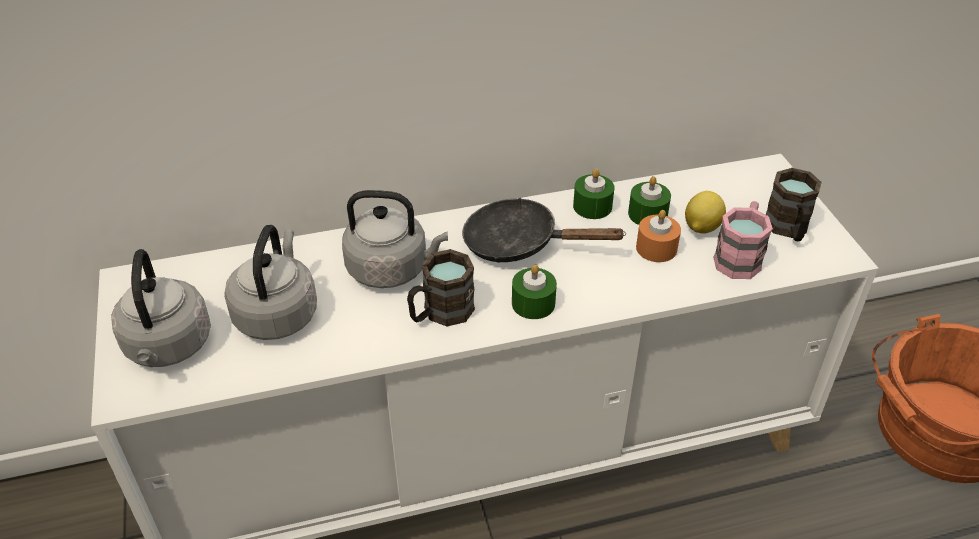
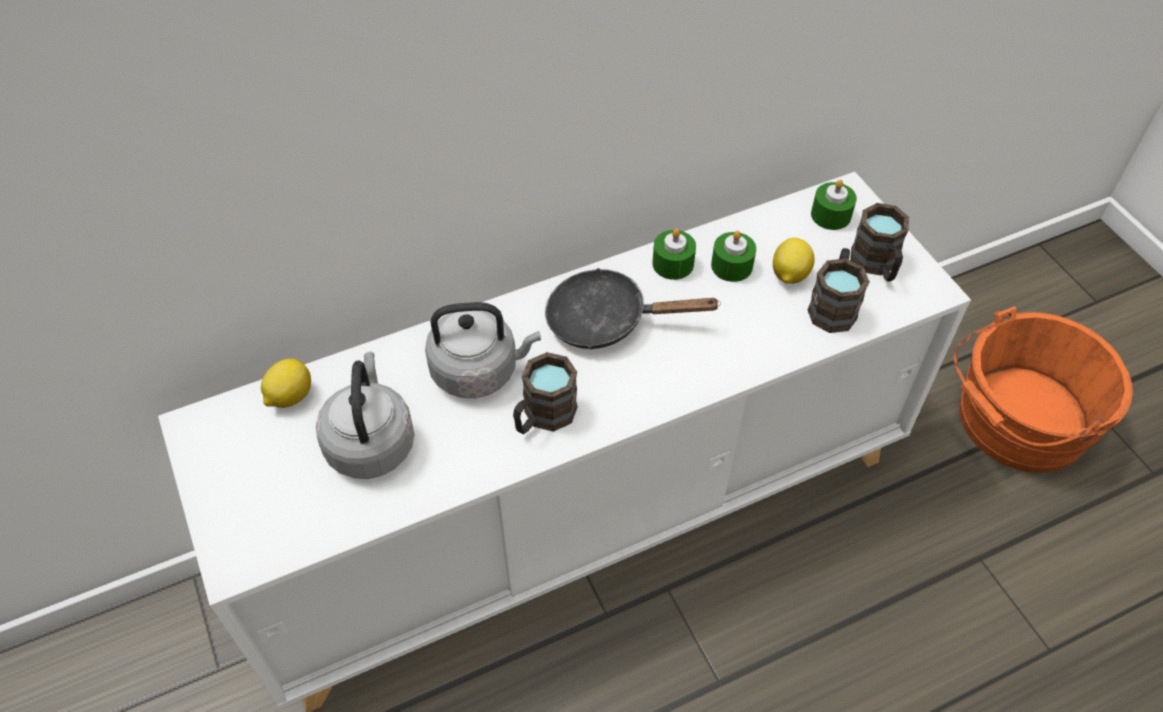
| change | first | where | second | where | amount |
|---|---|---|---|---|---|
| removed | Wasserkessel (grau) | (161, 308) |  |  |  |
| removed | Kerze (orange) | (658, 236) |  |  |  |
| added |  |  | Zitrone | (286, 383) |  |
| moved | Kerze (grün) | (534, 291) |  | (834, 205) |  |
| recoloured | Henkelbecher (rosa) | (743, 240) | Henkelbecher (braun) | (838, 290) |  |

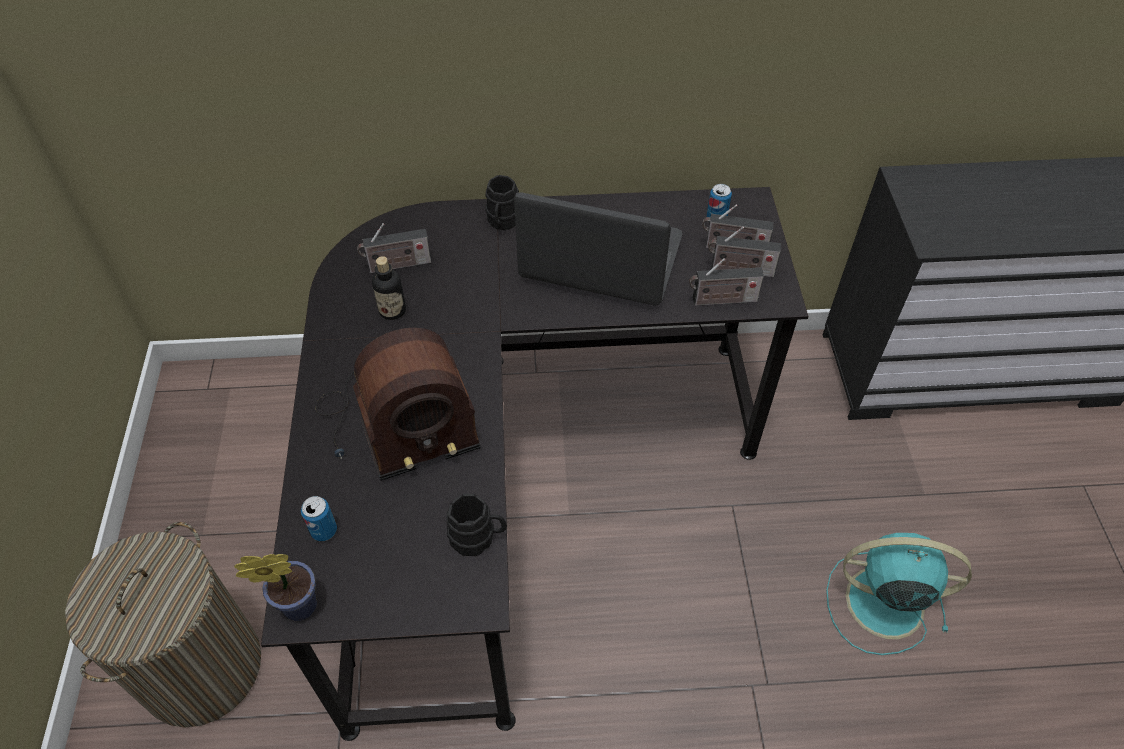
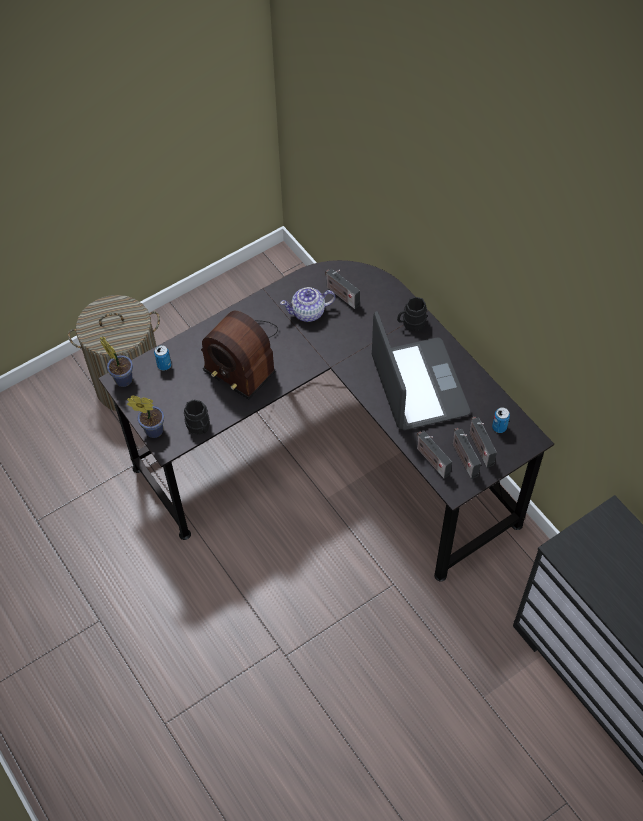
| change | first | where | second | where | amount |
|---|---|---|---|---|---|
| removed | Ventilator (türkis) | (899, 594) |  |  |  |
| added |  |  | Topfpflanze | (145, 416) |  |
| replaced | Flasche | (389, 288) | Teekanne | (308, 304) |  |

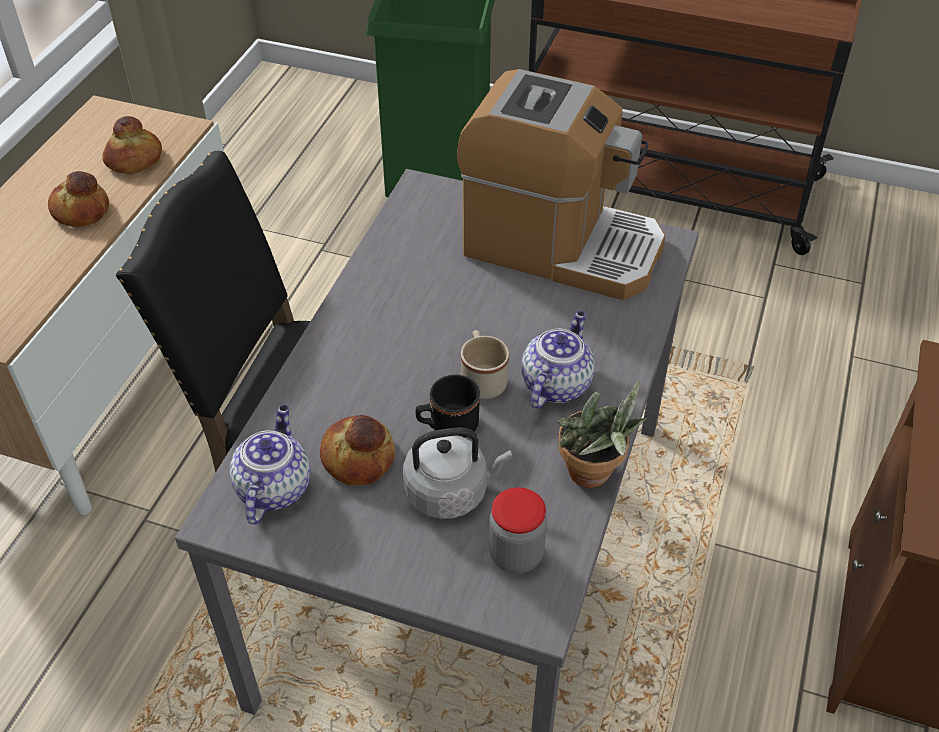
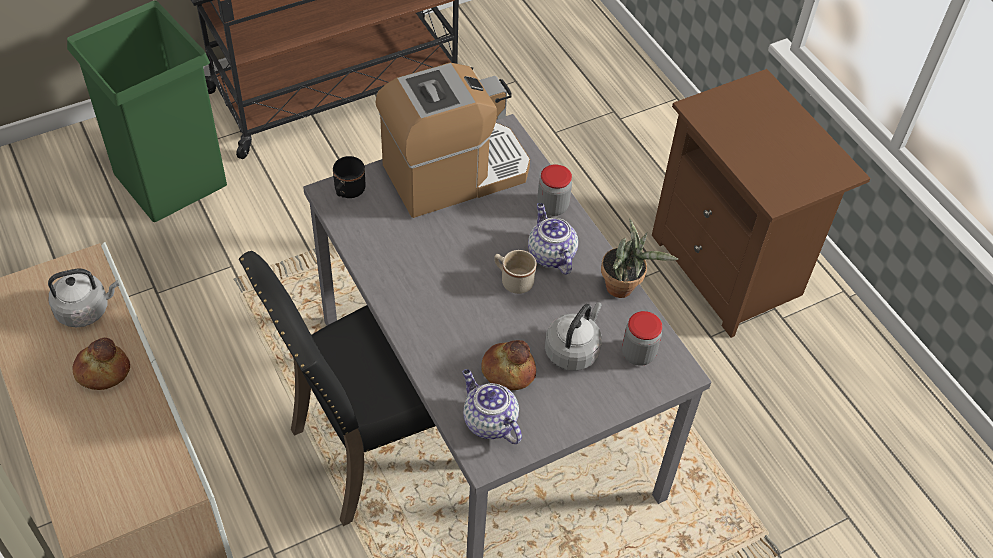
| change | first | where | second | where | amount |
|---|---|---|---|---|---|
| added |  |  | Vorratsglas | (554, 190) |  |
| moved | Henkelbecher (schwarz) | (448, 406) |  | (349, 177) |  |
| replaced | Brot | (132, 145) | Wasserkessel (grau) | (83, 298) |  |

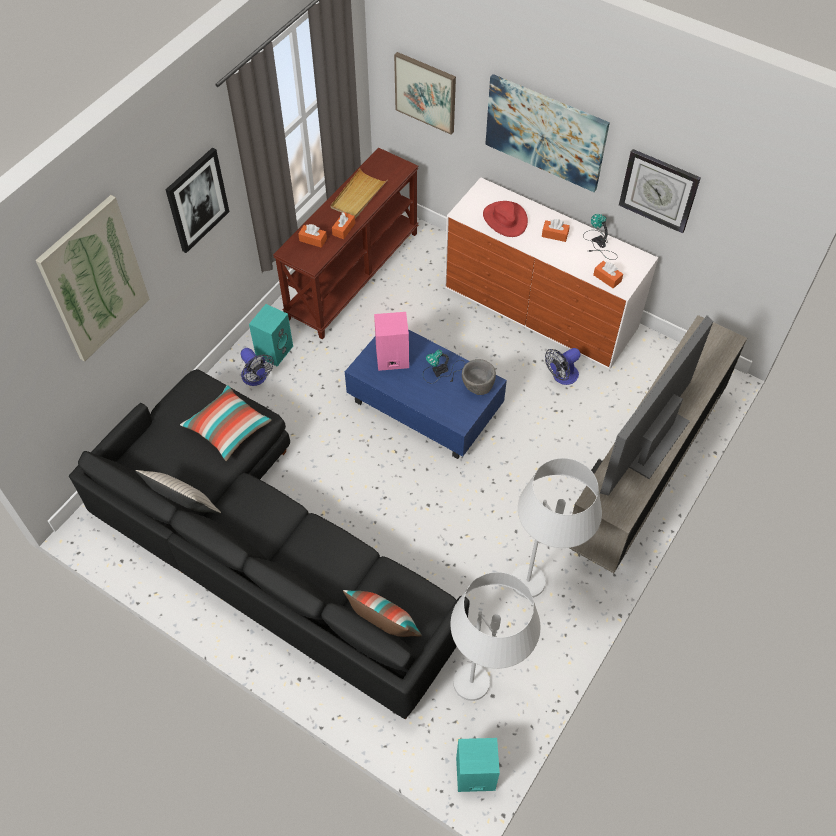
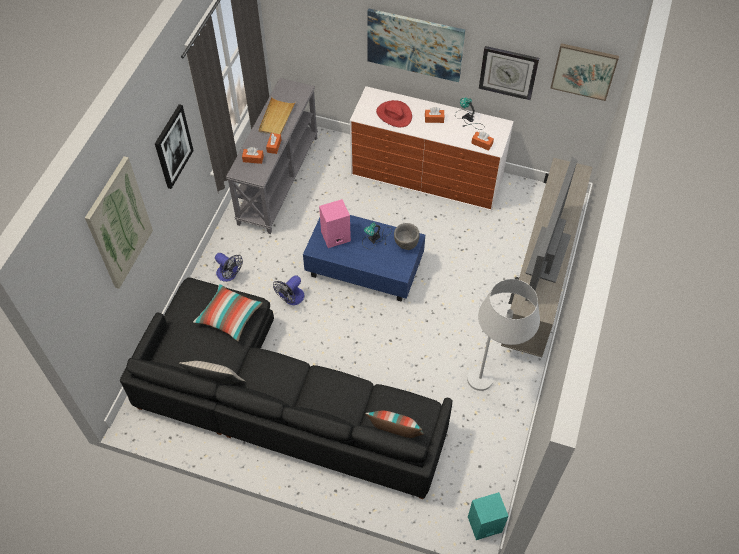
| change | first | where | second | where | amount |
|---|---|---|---|---|---|
| removed | Lautsprecher (türkis) | (271, 335) |  |  |  |
| removed | Stehlampe (weiß) | (496, 636) |  |  |  |
| moved | Bild | (425, 93) |  | (584, 72) |  |
| moved | Ventilator | (563, 366) |  | (288, 290) |  |
| recoloured | Konsolentisch (braun) | (346, 243) | Konsolentisch (grau) | (272, 156) |  |

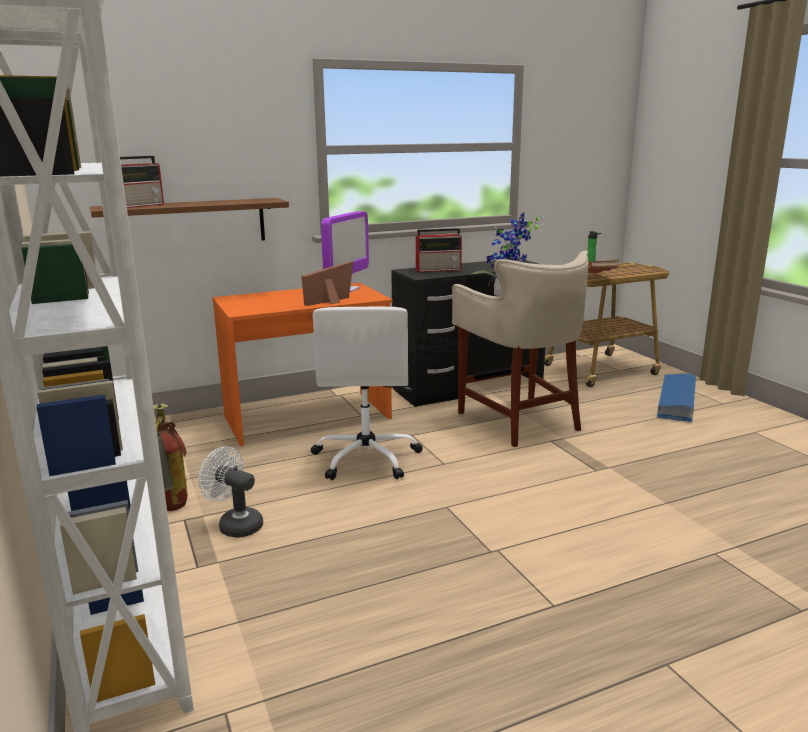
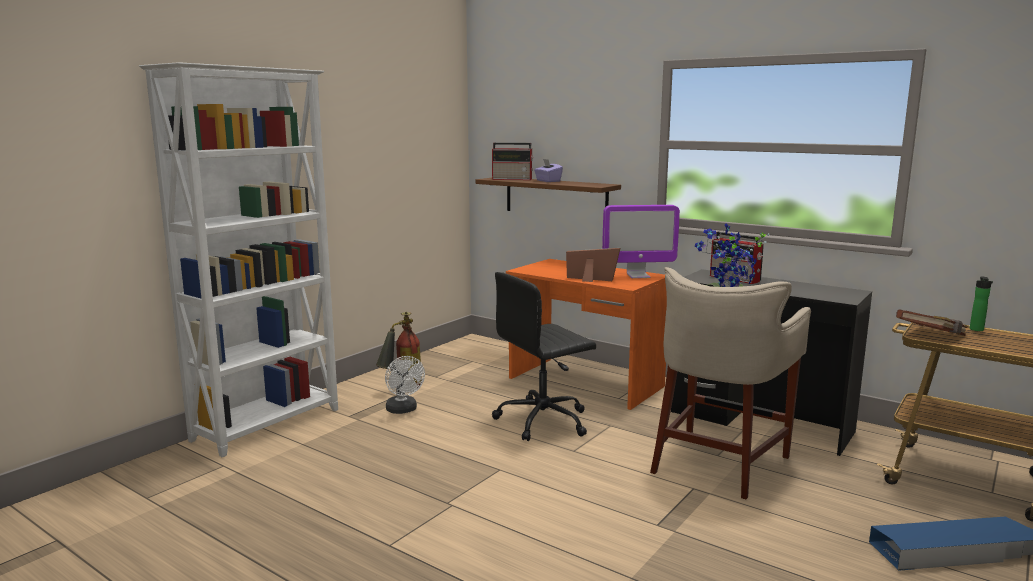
| change | first | where | second | where | amount |
|---|---|---|---|---|---|
| added |  |  | Taschentuchbox (lila) | (548, 170) |  |
| recoloured | Bürostuhl (weiß) | (367, 393) | Bürostuhl (schwarz) | (544, 356) |  |
| turned | Ventilator (weiß) | (230, 492) |  | (405, 385) | 150 degrees clockwise |

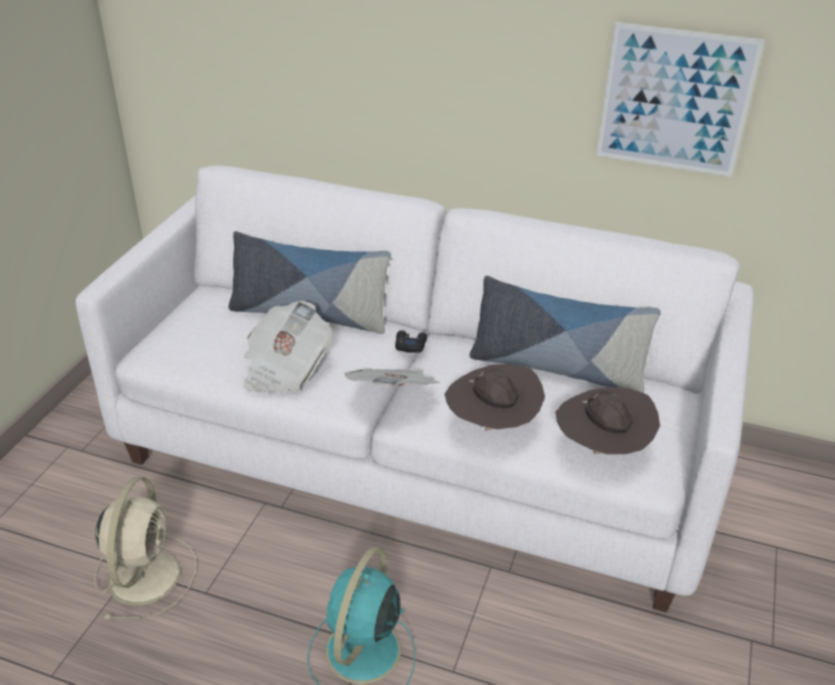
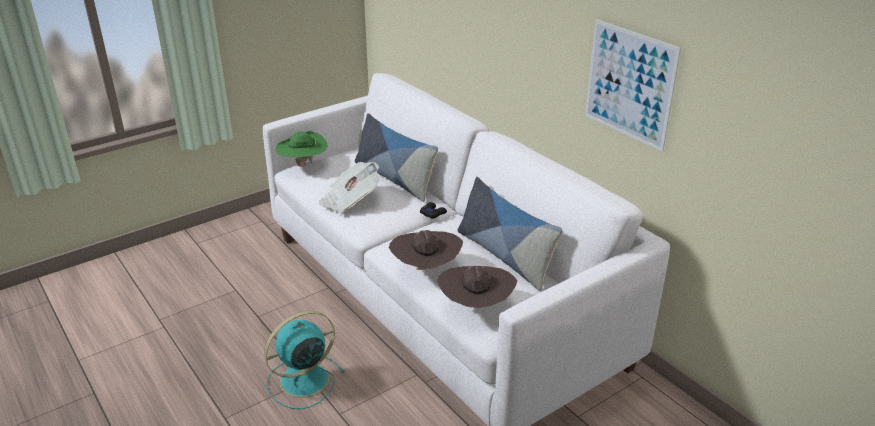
| change | first | where | second | where | amount |
|---|---|---|---|---|---|
| removed | Ventilator (beige) | (145, 548) |  |  |  |
| removed | Zeitung | (392, 377) |  |  |  |
| added |  |  | Hut (grün) | (302, 149) |  |

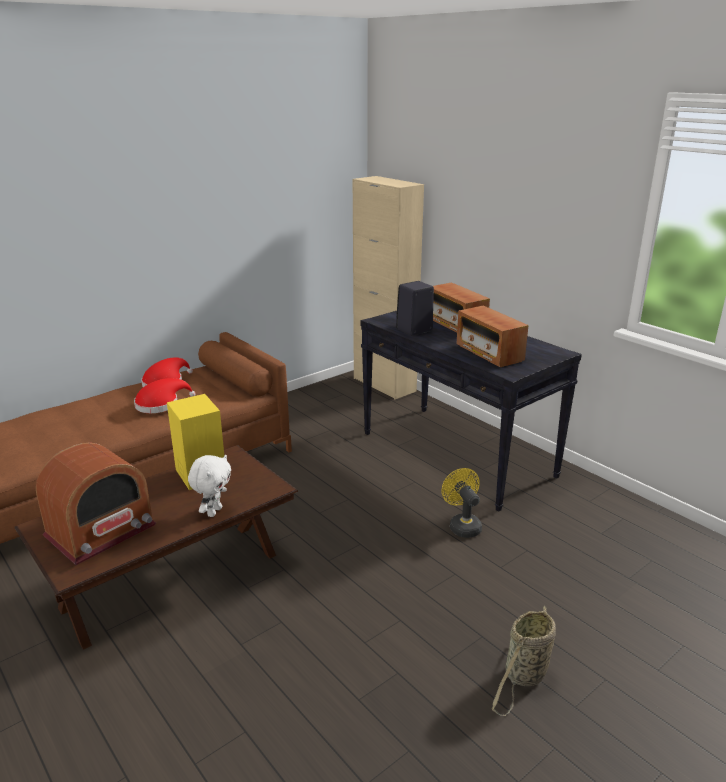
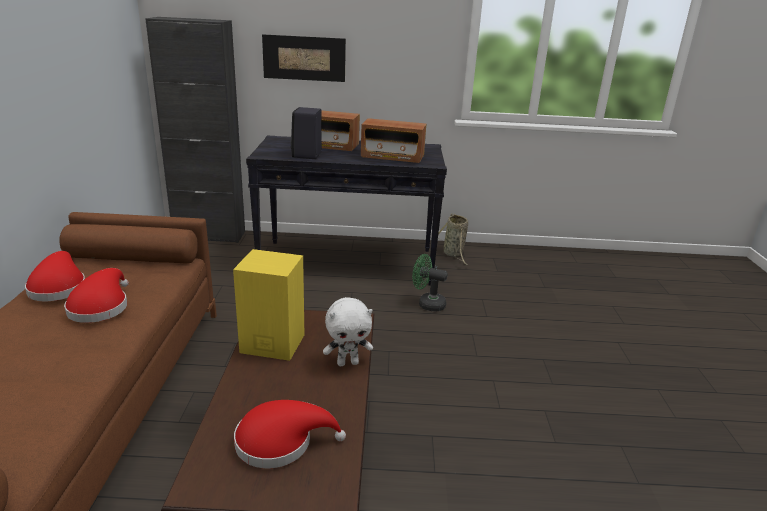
| change | first | where | second | where | amount |
|---|---|---|---|---|---|
| added |  |  | Bild | (304, 58) |  |
| moved | Korb | (524, 661) |  | (453, 239) |  |
| replaced | Radio | (96, 504) | Hut (rot) | (290, 434) |  |
| recoloured | Schrank (beige) | (388, 287) | Schrank (schwarz) | (195, 130) |  |
| recoloured | Ventilator (gelb) | (461, 503) | Ventilator (grün) | (430, 283) |  |
| turned | Plüschtier (weiß) | (209, 486) |  | (348, 331) | 105 degrees clockwise |

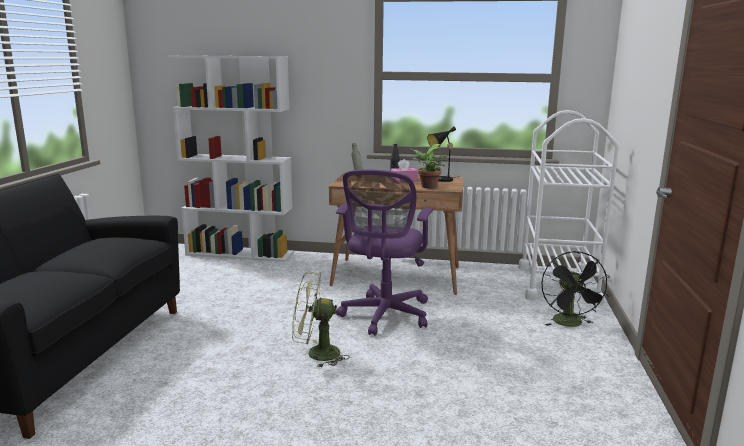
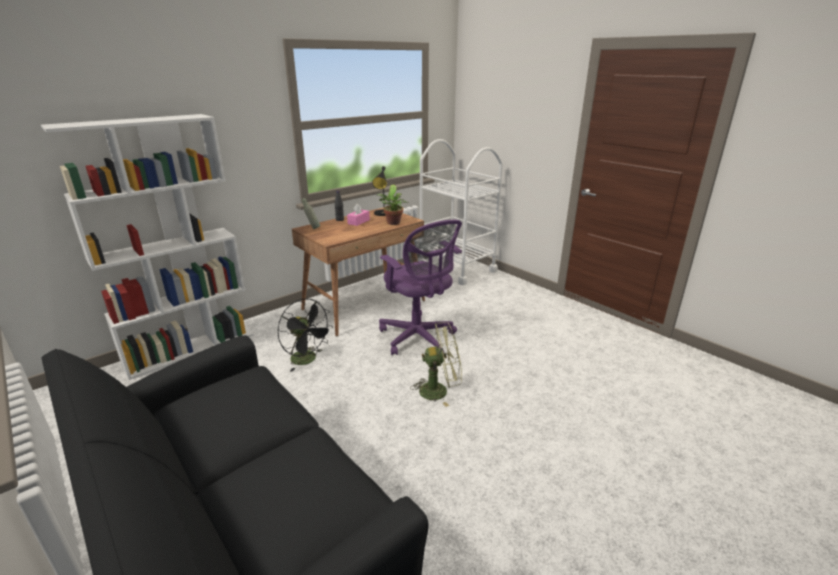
| change | first | where | second | where | amount |
|---|---|---|---|---|---|
| moved | Ventilator (schwarz) | (575, 289) |  | (305, 335) |  |
| turned | Ventilator (grün) | (321, 319) |  | (436, 364) | 135 degrees counterclockwise |

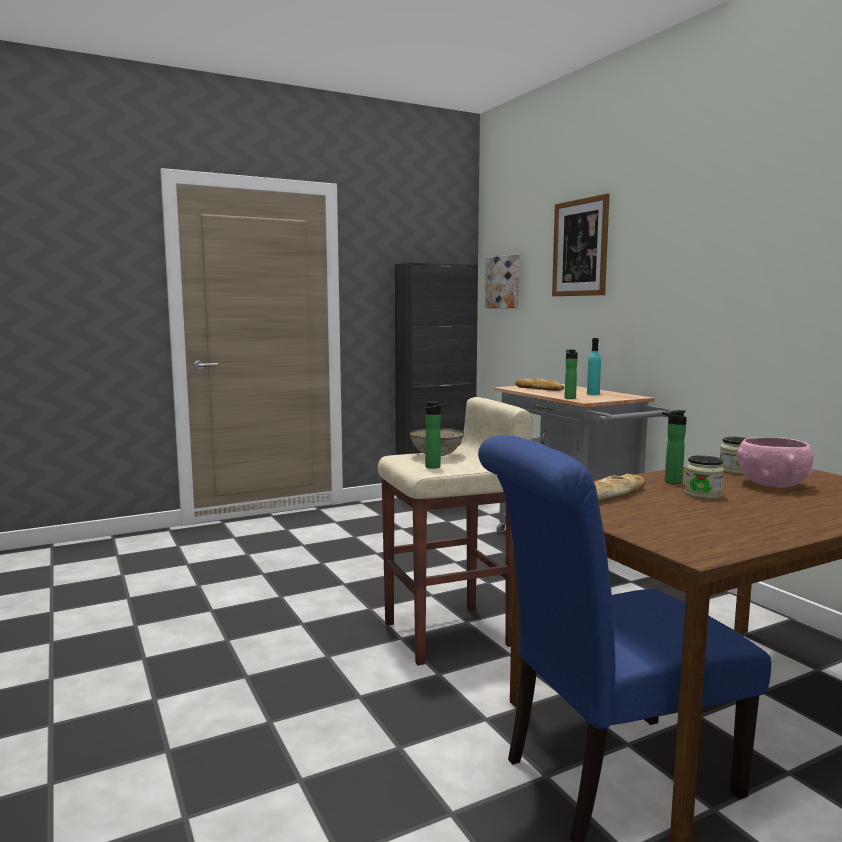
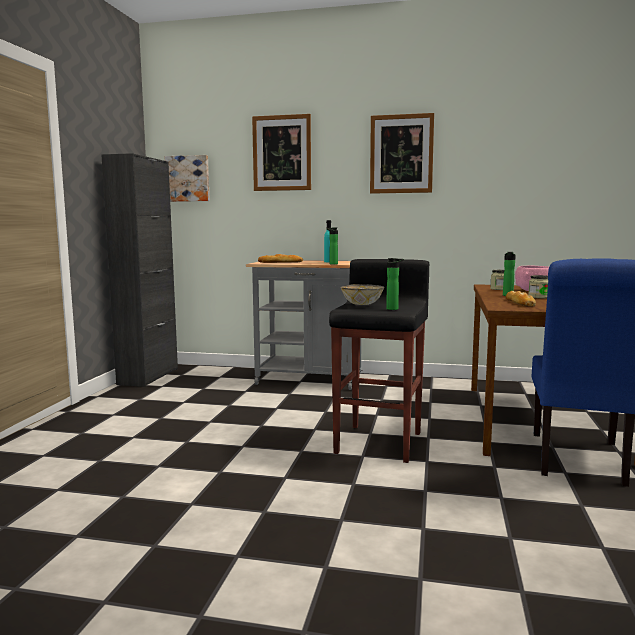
| change | first | where | second | where | amount |
|---|---|---|---|---|---|
| added |  |  | Bild | (402, 153) |  |
| recoloured | Hocker (beige) | (455, 531) | Hocker (schwarz) | (379, 361) |  |

